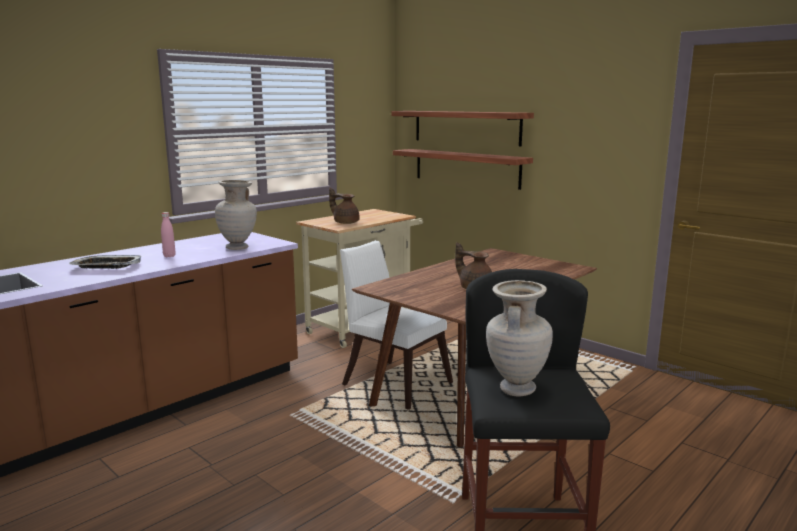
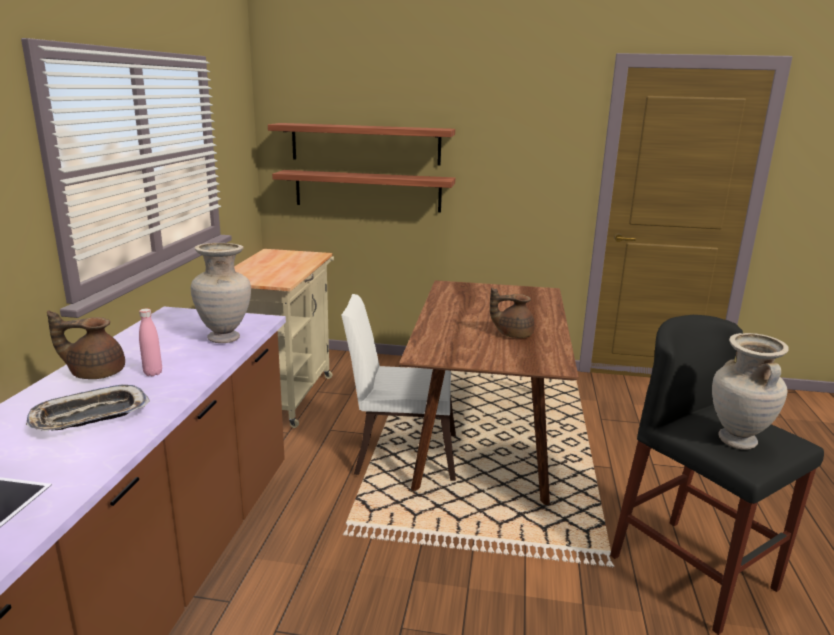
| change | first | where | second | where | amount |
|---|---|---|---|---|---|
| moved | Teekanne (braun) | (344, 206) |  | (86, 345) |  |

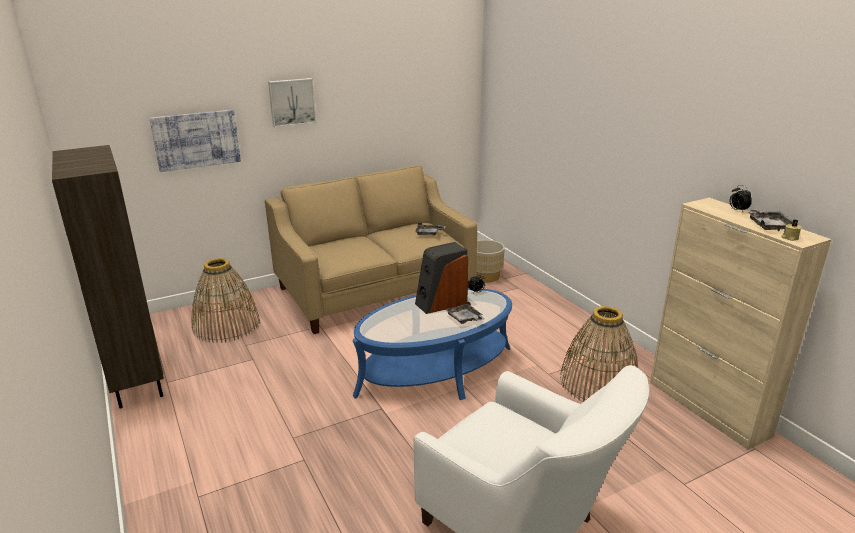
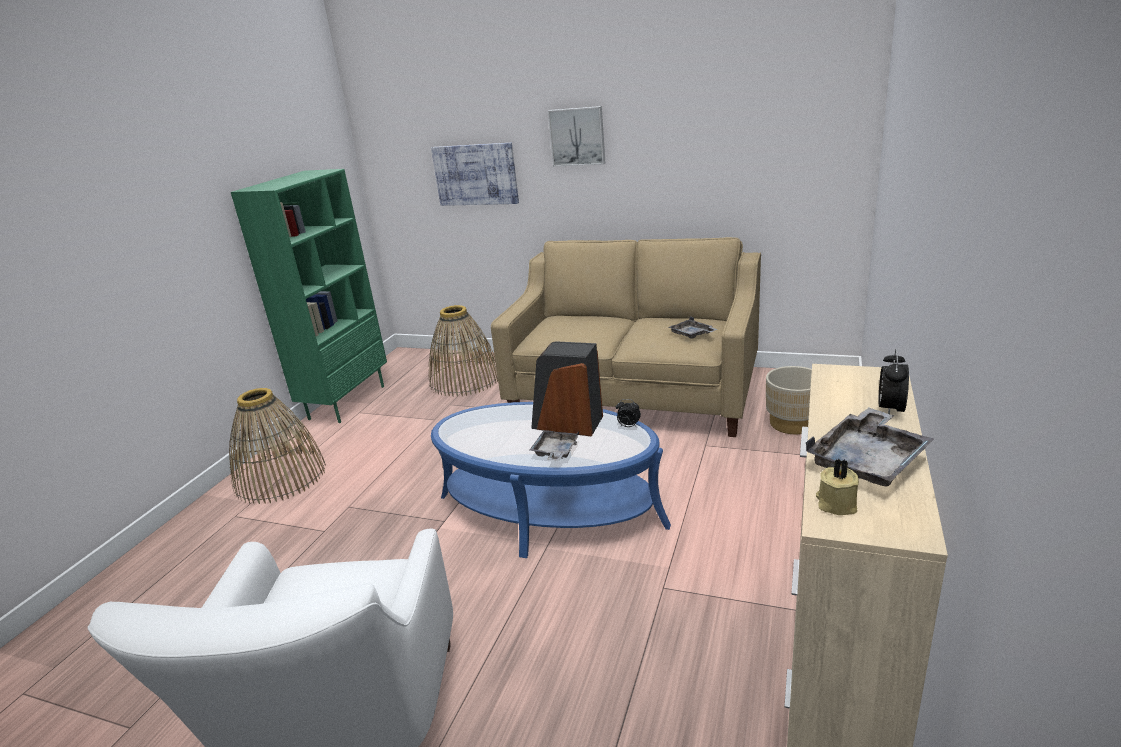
| change | first | where | second | where | amount |
|---|---|---|---|---|---|
| moved | Korb | (599, 354) |  | (277, 446) |  |
| recoloured | Bücherregal (braun) | (108, 277) | Bücherregal (grün) | (309, 296) |  |

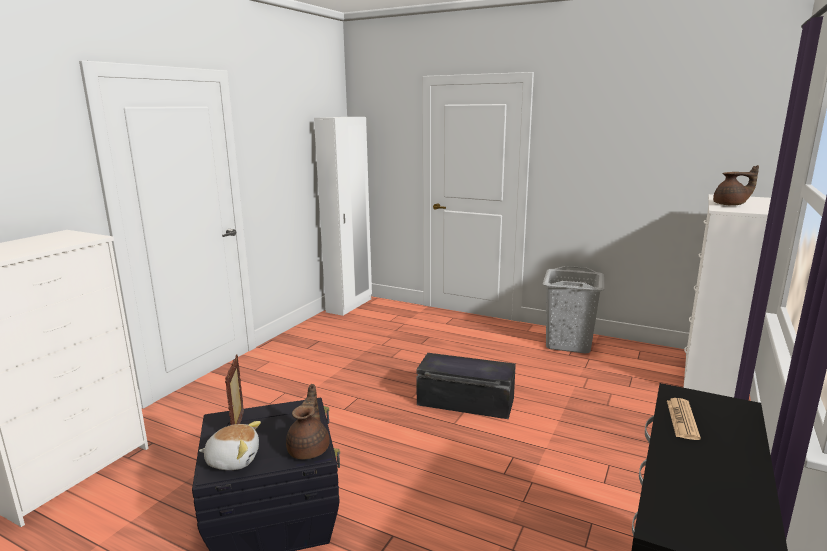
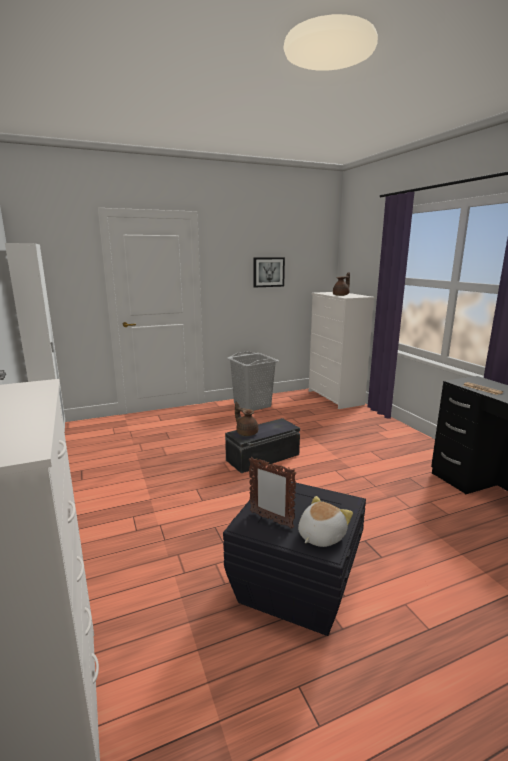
| change | first | where | second | where | amount |
|---|---|---|---|---|---|
| added |  |  | Bild | (269, 272) |  |
| moved | Teekanne (braun) | (308, 422) |  | (246, 419) |  |

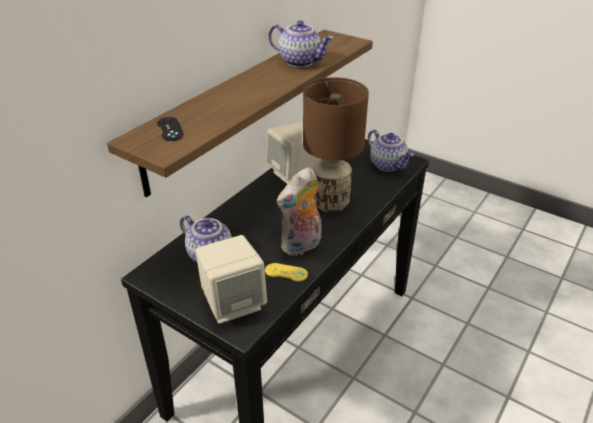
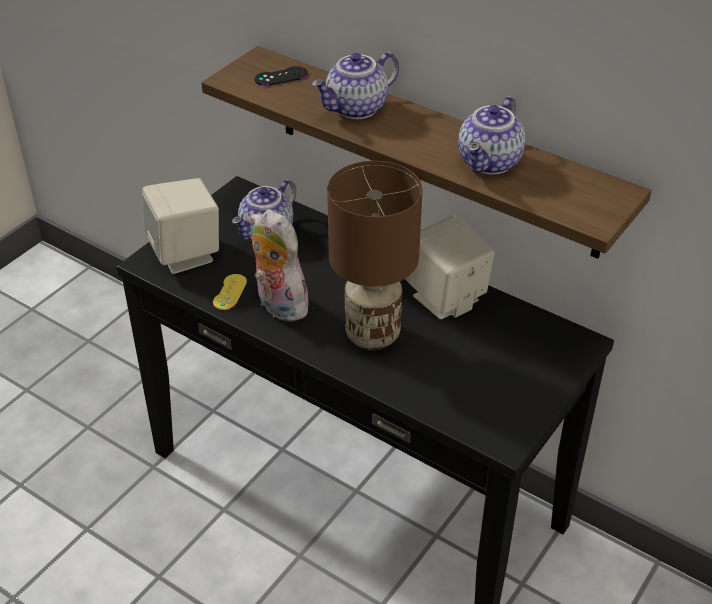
| change | first | where | second | where | amount |
|---|---|---|---|---|---|
| moved | Teekanne | (391, 151) |  | (355, 85) |  |

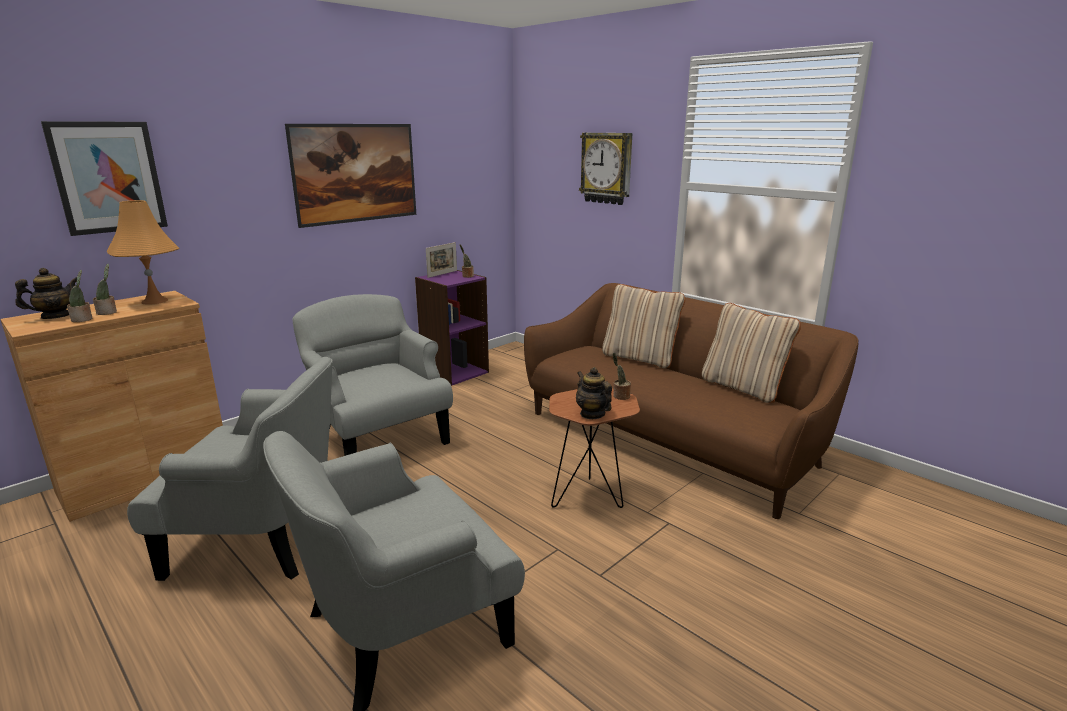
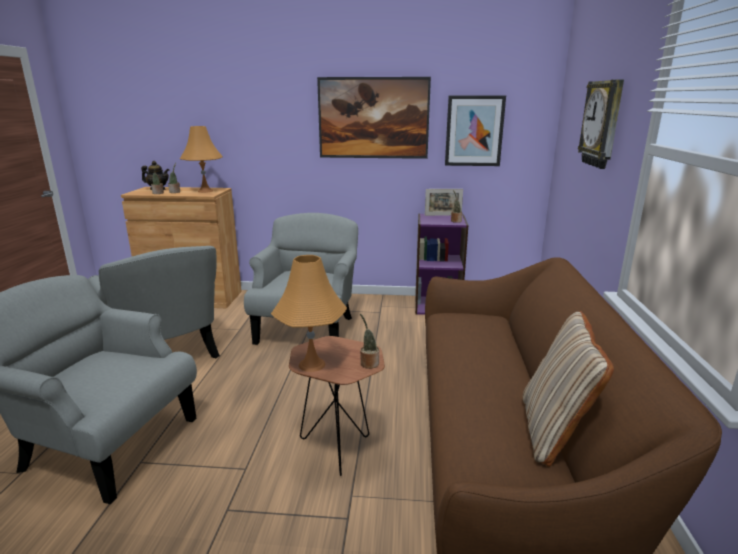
| change | first | where | second | where | amount |
|---|---|---|---|---|---|
| removed | Kissen (beige) | (643, 326) |  |  |  |
| moved | Bild | (104, 178) |  | (475, 130) |  |
| replaced | Teekanne | (594, 393) | Tischlampe (orange) | (309, 313) |  |

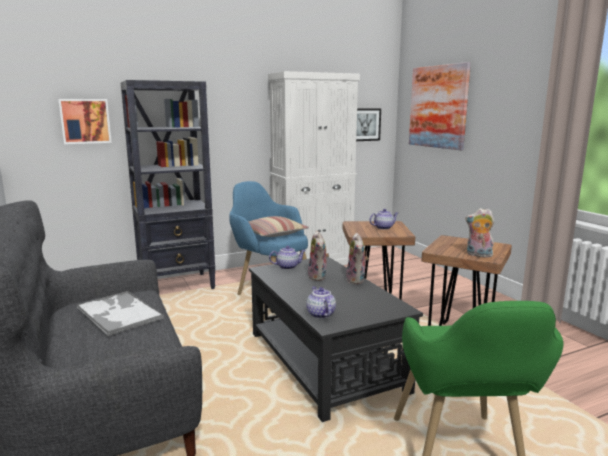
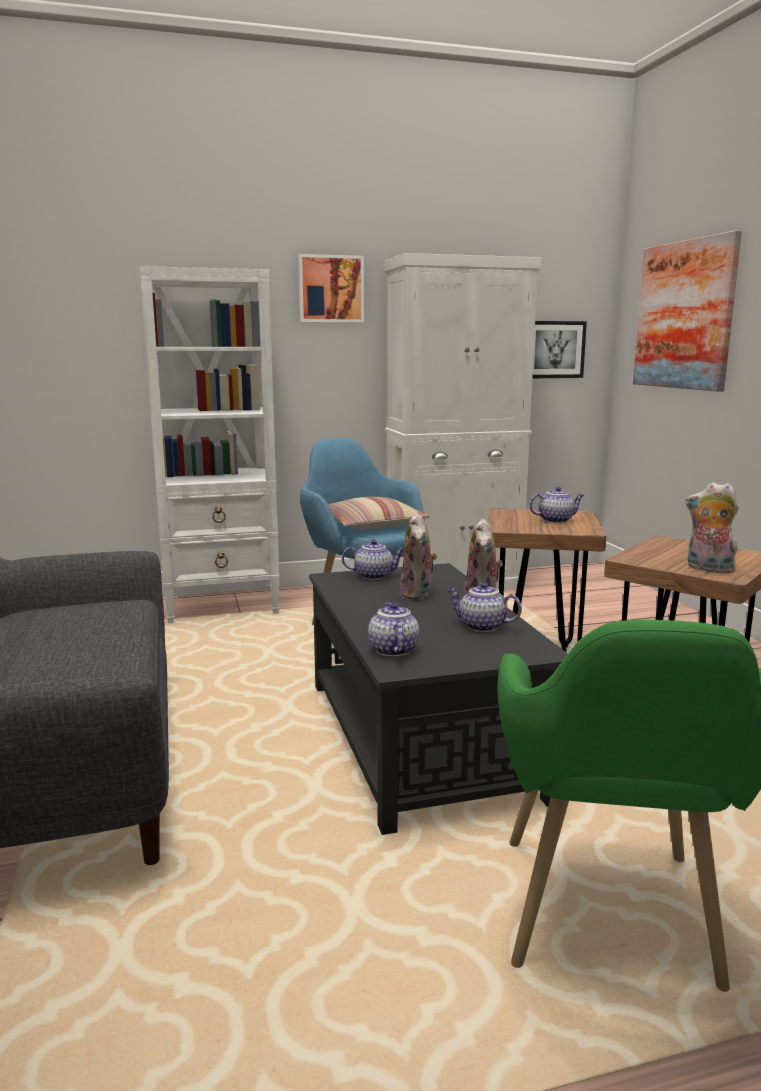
| change | first | where | second | where | amount |
|---|---|---|---|---|---|
| removed | Tablett | (120, 313) |  |  |  |
| added |  |  | Teekanne | (484, 607) |  |
| moved | Bild | (85, 121) |  | (331, 288) |  |
| recoloured | Bücherregal (schwarz) | (168, 184) | Bücherregal (weiß) | (210, 444) |  |

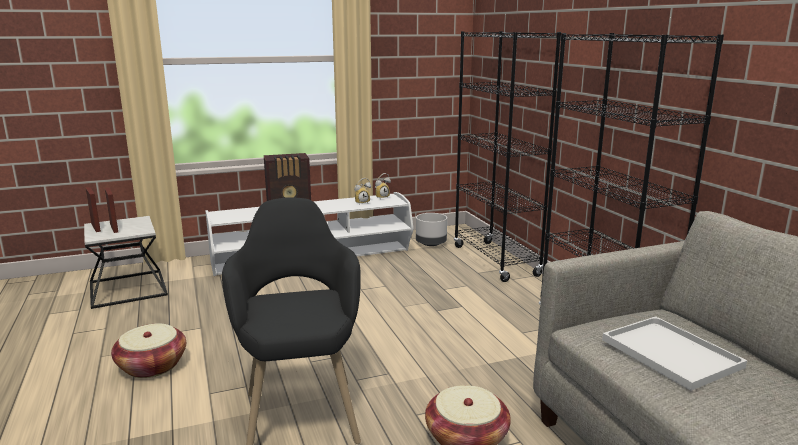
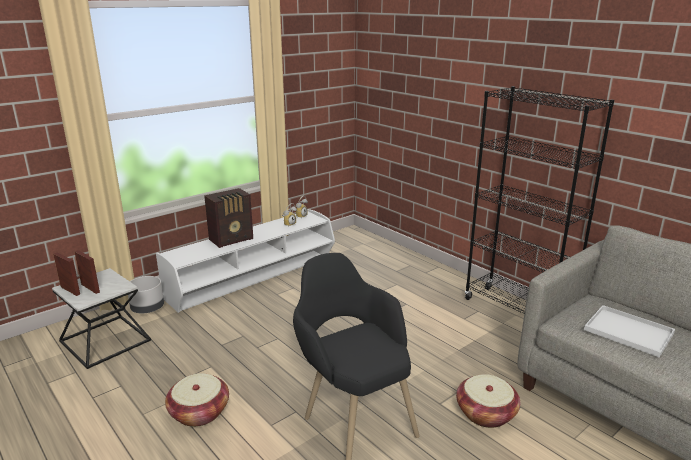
| change | first | where | second | where | amount |
|---|---|---|---|---|---|
| removed | Bücherregal (schwarz) | (507, 156) |  |  |  |
| moved | Pflanzkübel (grau) | (431, 229) |  | (146, 294) |  |

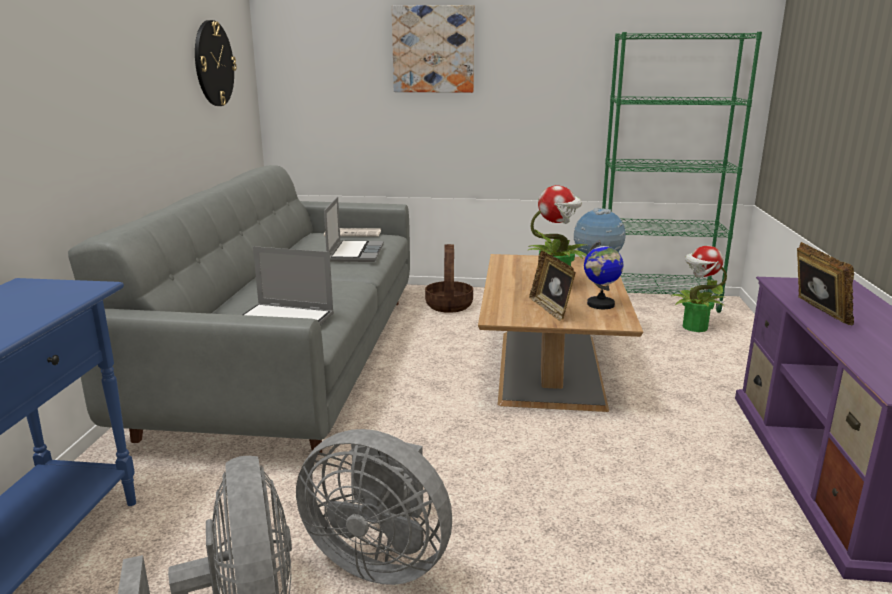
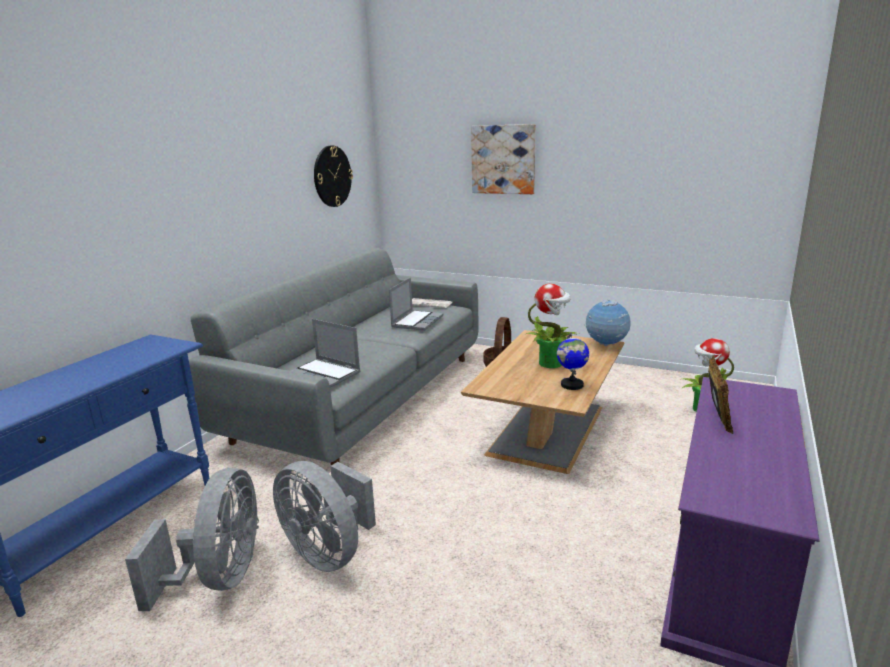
| change | first | where | second | where | amount |
|---|---|---|---|---|---|
| removed | Bilderrahmen | (552, 286) |  |  |  |
| removed | Bücherregal (grün) | (682, 172) |  |  |  |

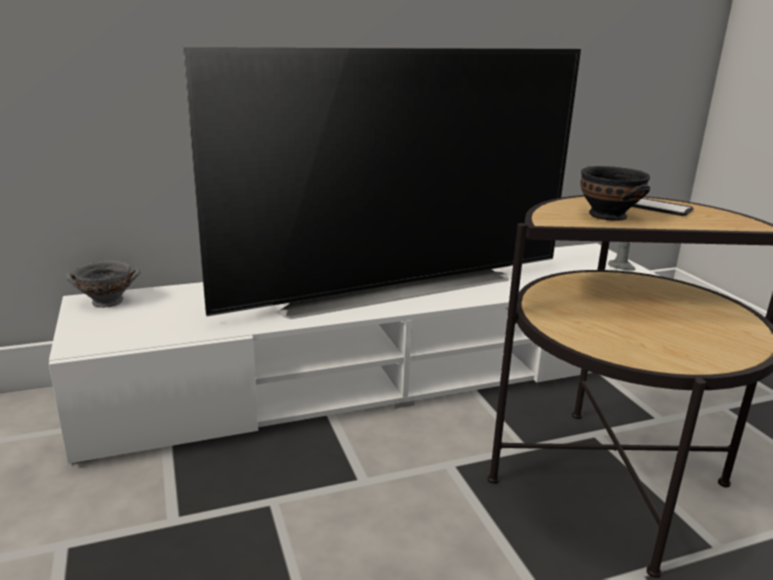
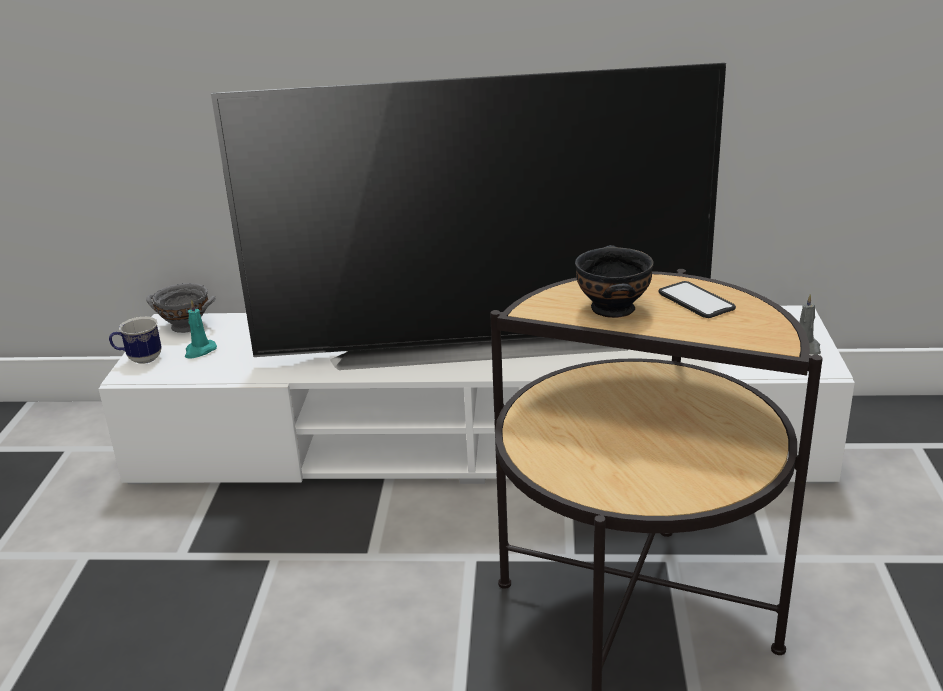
| change | first | where | second | where | amount |
|---|---|---|---|---|---|
| added |  |  | Henkelbecher | (135, 340) |  |
| added |  |  | Kerze (türkis) | (201, 329) |  |

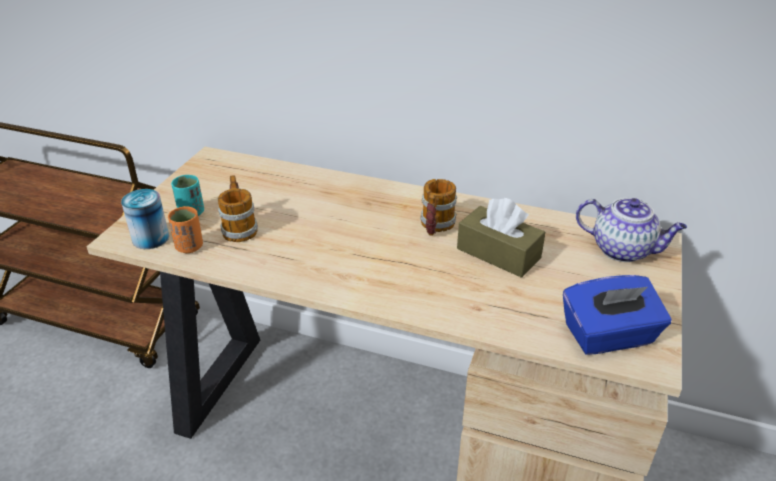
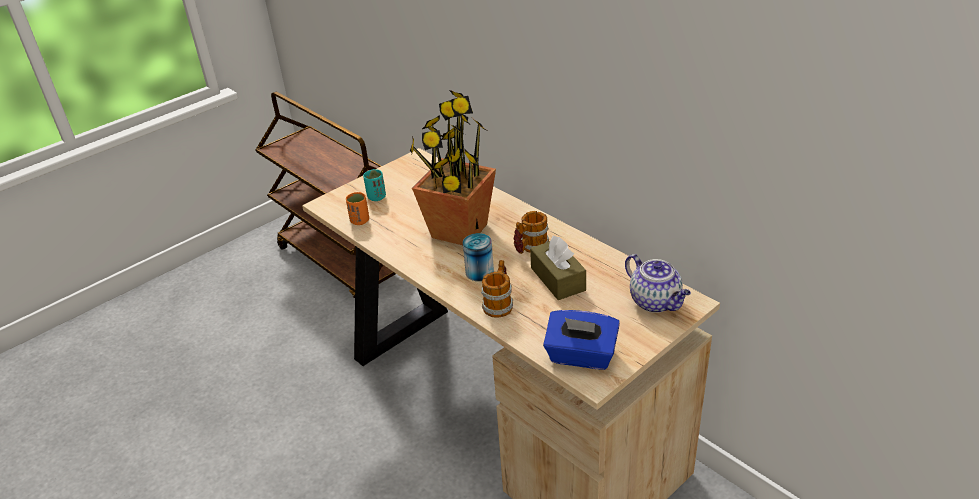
| change | first | where | second | where | amount |
|---|---|---|---|---|---|
| added |  |  | Topfpflanze | (453, 167) |  |
| moved | Dose | (145, 219) |  | (478, 257) |  |
| moved | Henkelbecher | (238, 209) |  | (497, 289) |  |

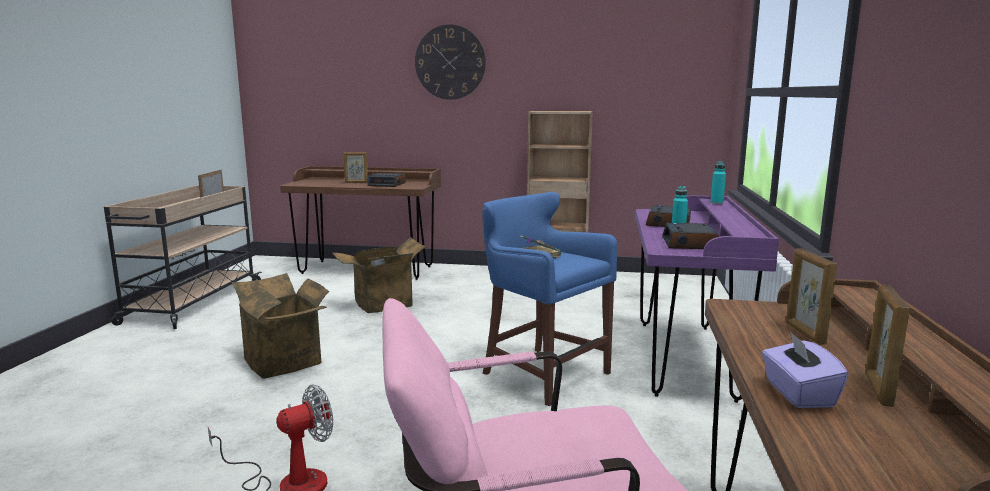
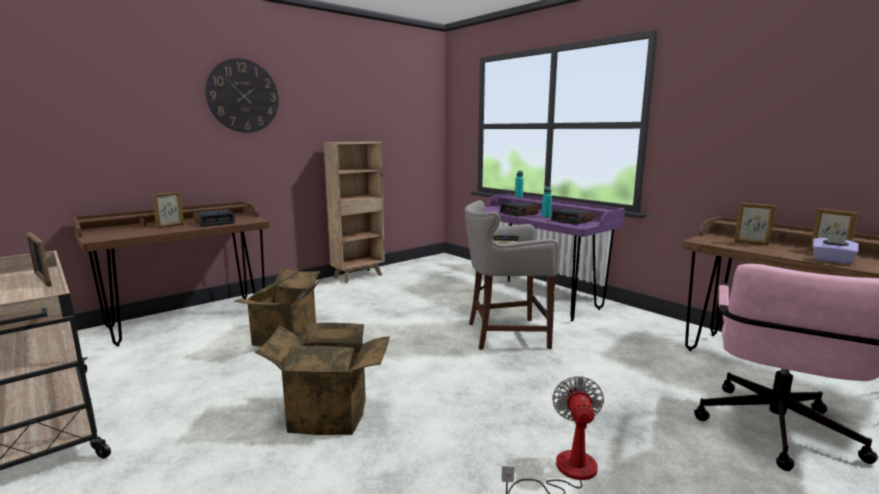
| change | first | where | second | where | amount |
|---|---|---|---|---|---|
| recoloured | Hocker (blau) | (549, 299) | Hocker (grau) | (511, 275) |  |

